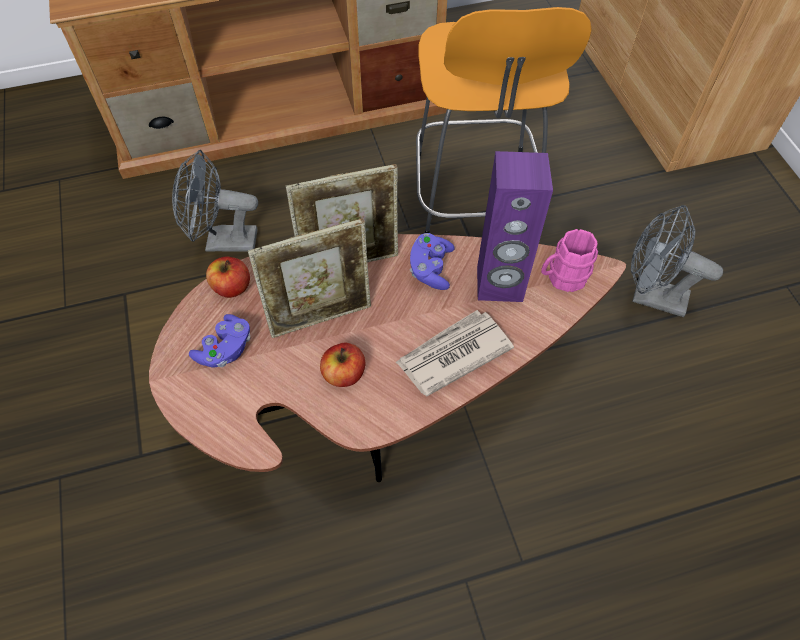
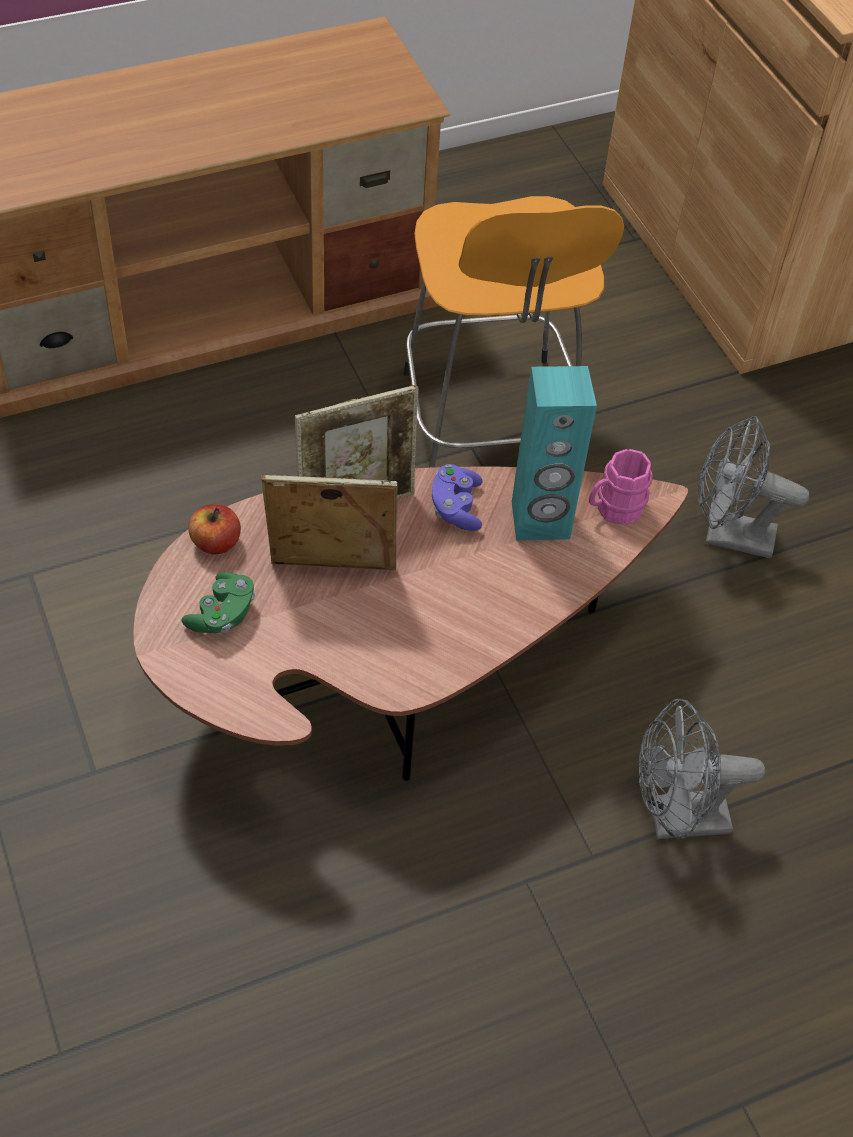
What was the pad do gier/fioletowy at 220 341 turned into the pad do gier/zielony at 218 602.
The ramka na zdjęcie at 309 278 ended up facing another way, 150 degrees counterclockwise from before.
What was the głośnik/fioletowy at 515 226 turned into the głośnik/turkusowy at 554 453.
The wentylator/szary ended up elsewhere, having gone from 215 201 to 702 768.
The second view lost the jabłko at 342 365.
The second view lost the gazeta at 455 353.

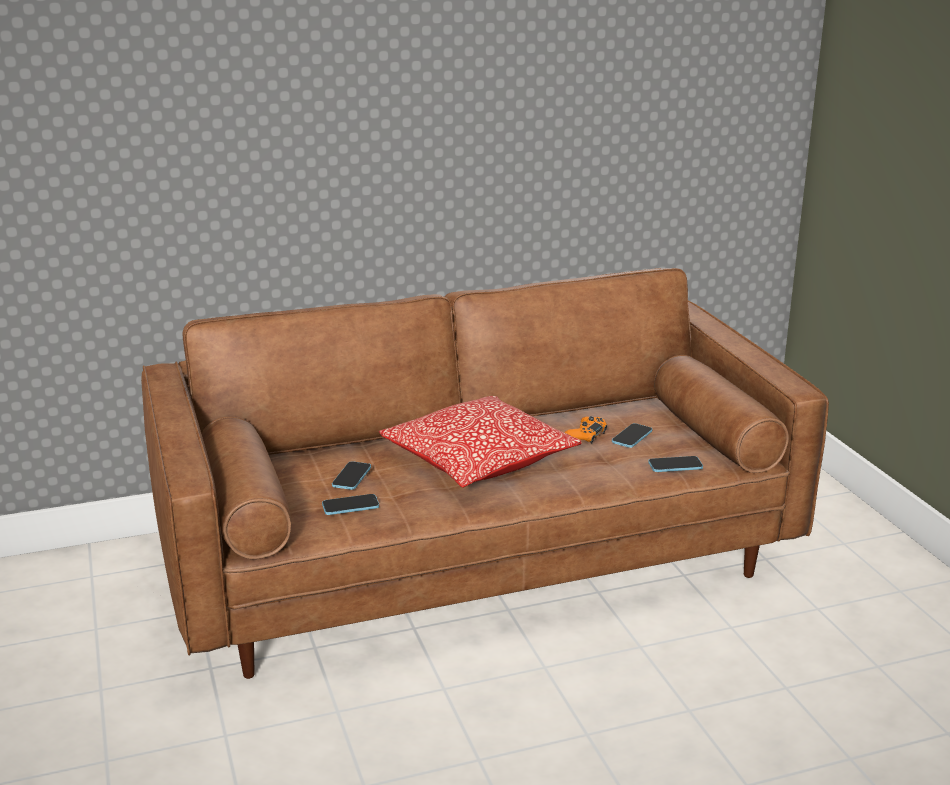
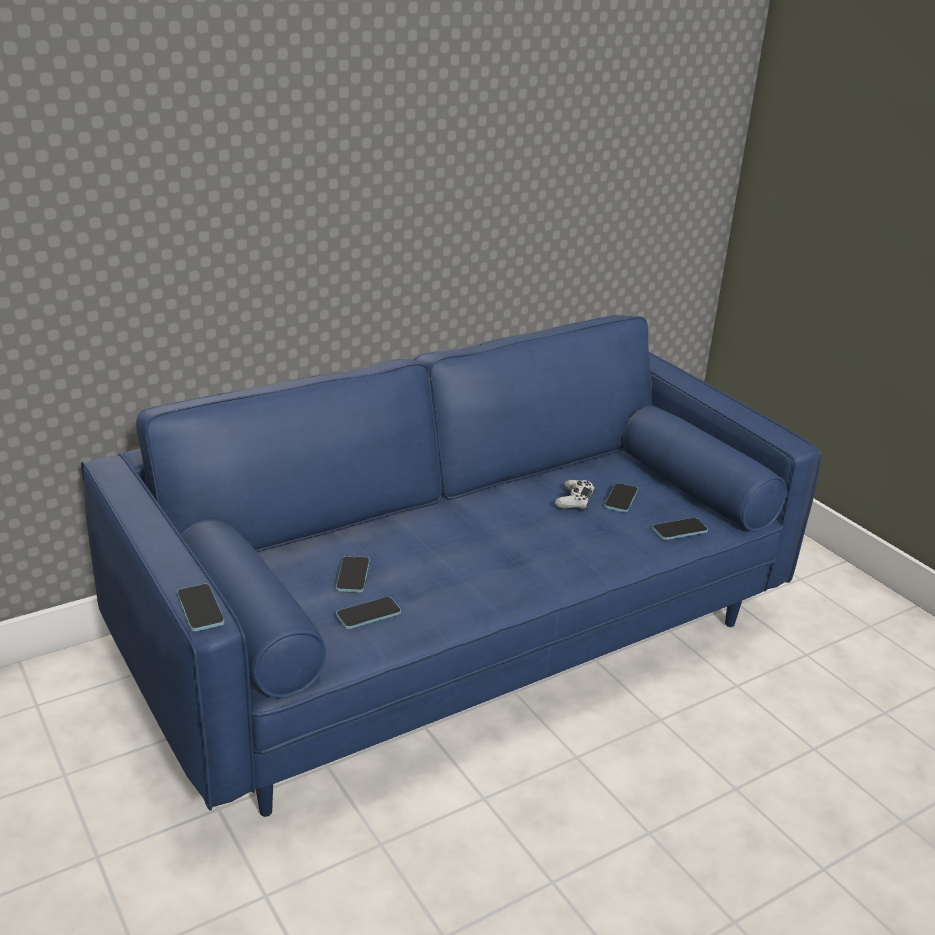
What was the kanapa/brązowy at 485 473 turned into the kanapa/niebieski at 451 566.
The second view gained the telefon at 200 607.
What was the pad do gier/pomarańczowy at 585 430 turned into the pad do gier/biały at 575 495.
The second view lost the poduszka at 480 442.

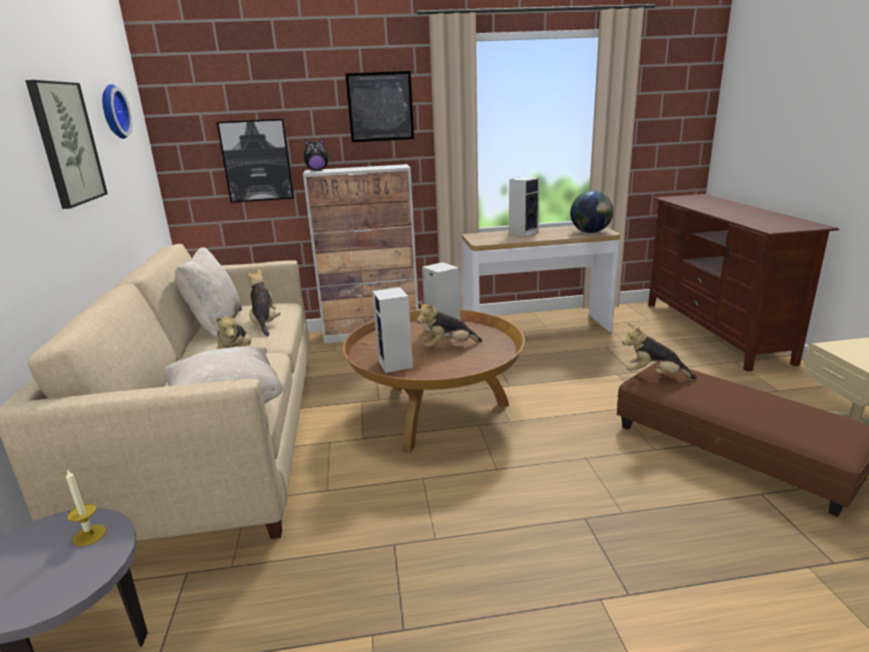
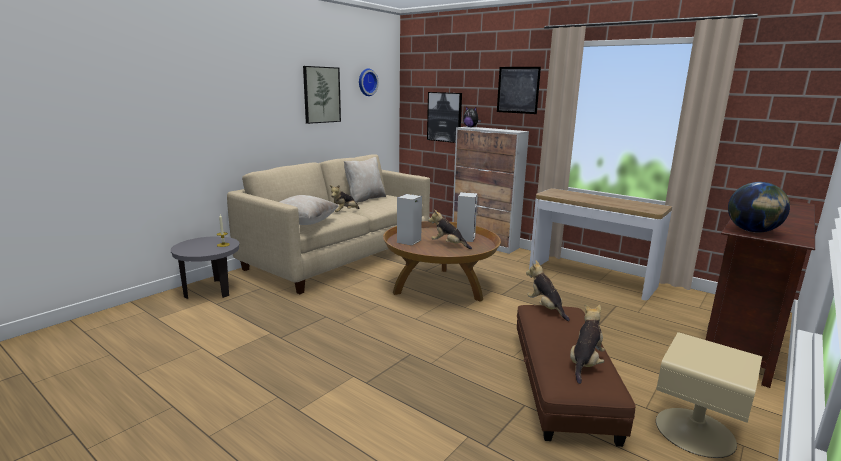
The pluszak ended up elsewhere, having gone from 264 302 to 587 344.
The globus ended up elsewhere, having gone from 591 212 to 759 207.
The second view lost the głośnik at 524 207.

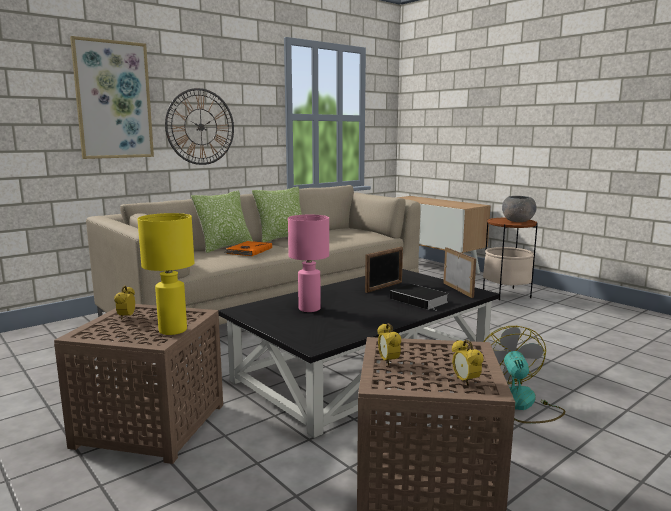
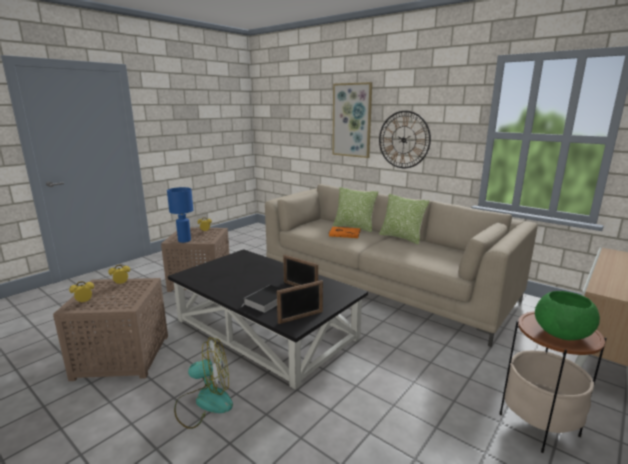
What was the lampa stołowa/żółty at 165 274 turned into the lampa stołowa/niebieski at 180 215.
What was the miska/szary at 519 209 turned into the miska/zielony at 567 315.
The second view lost the lampa stołowa/różowy at 308 263.

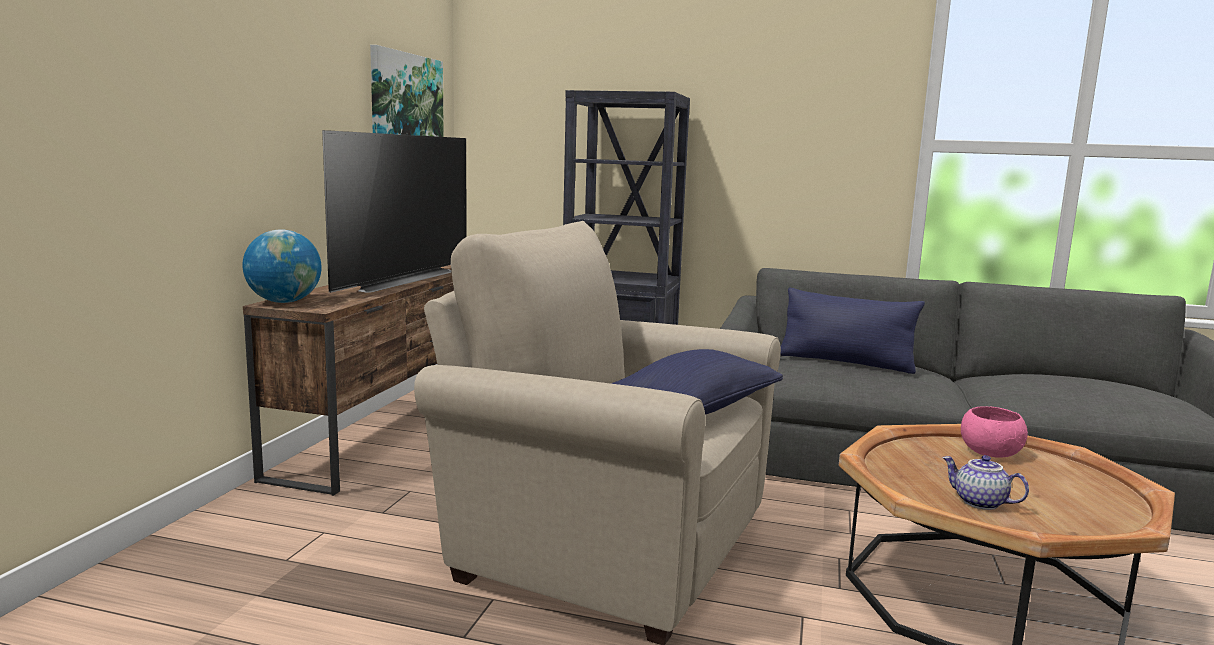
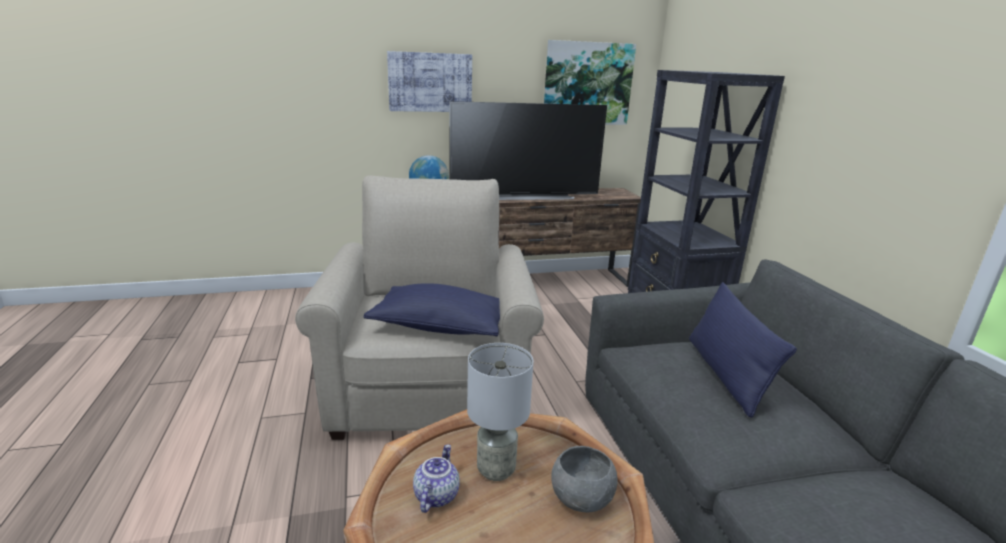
The second view gained the obraz at 429 81.
The second view gained the lampa stołowa/szary at 500 412.
What was the miska/różowy at 994 432 turned into the miska/szary at 584 479.

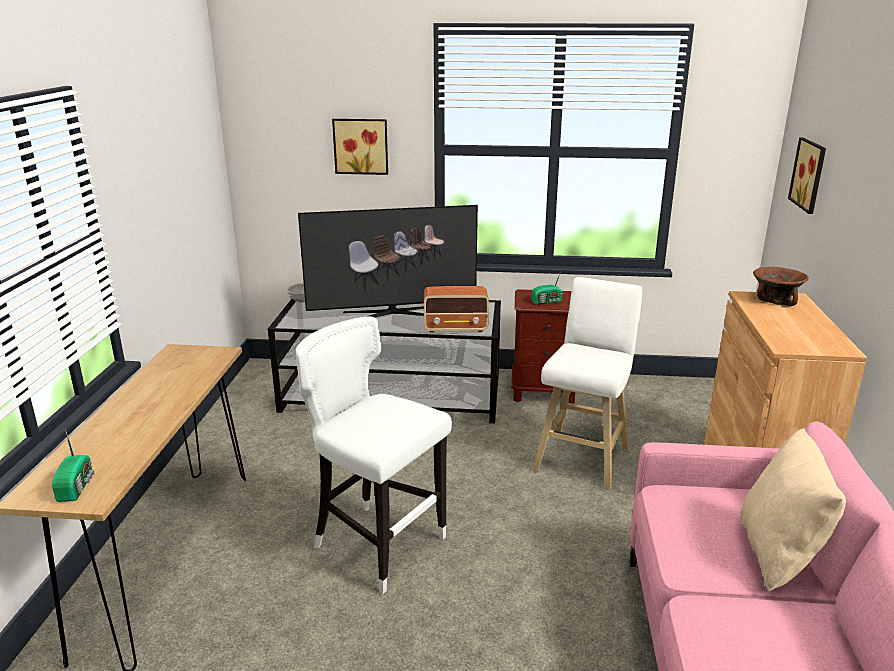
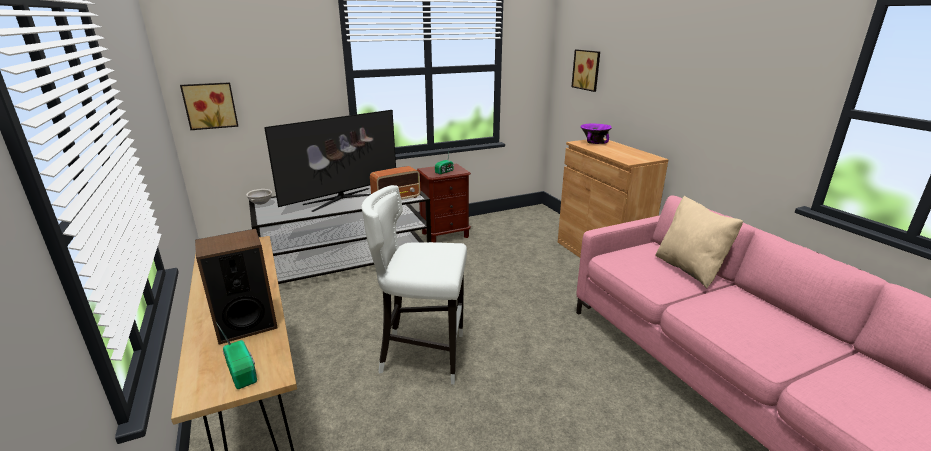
The obraz ended up elsewhere, having gone from 360 147 to 209 106.
The second view gained the głośnik at 236 286.
What was the miska/brązowy at 781 286 turned into the miska/fioletowy at 596 134.
The second view lost the stołek/biały at 587 383.

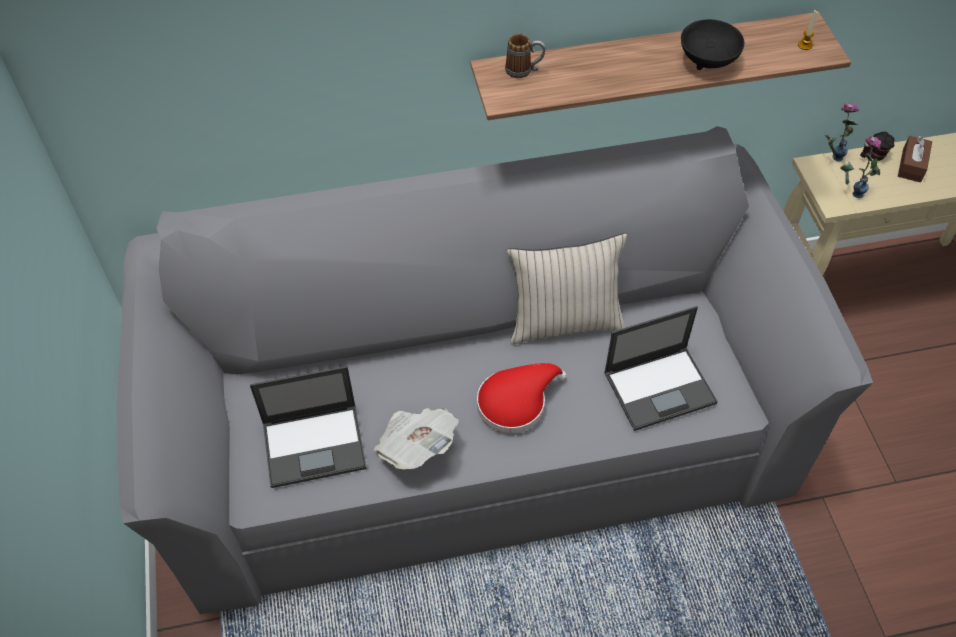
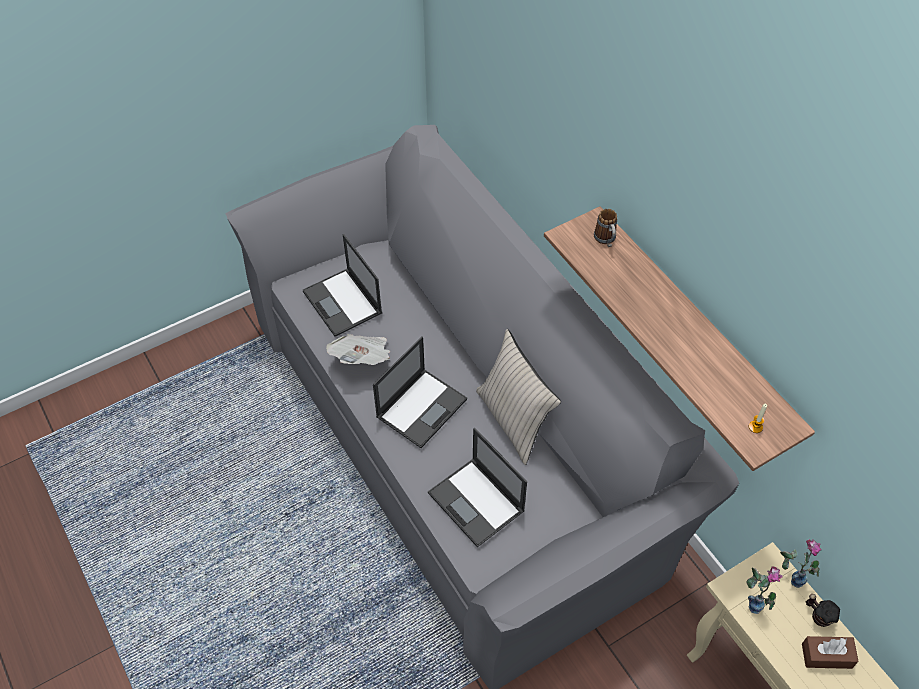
Where the kapelusz/czerwony stood at 522 398, the laptop came to stand at 420 392.
The second view lost the miska/czarny at 712 44.

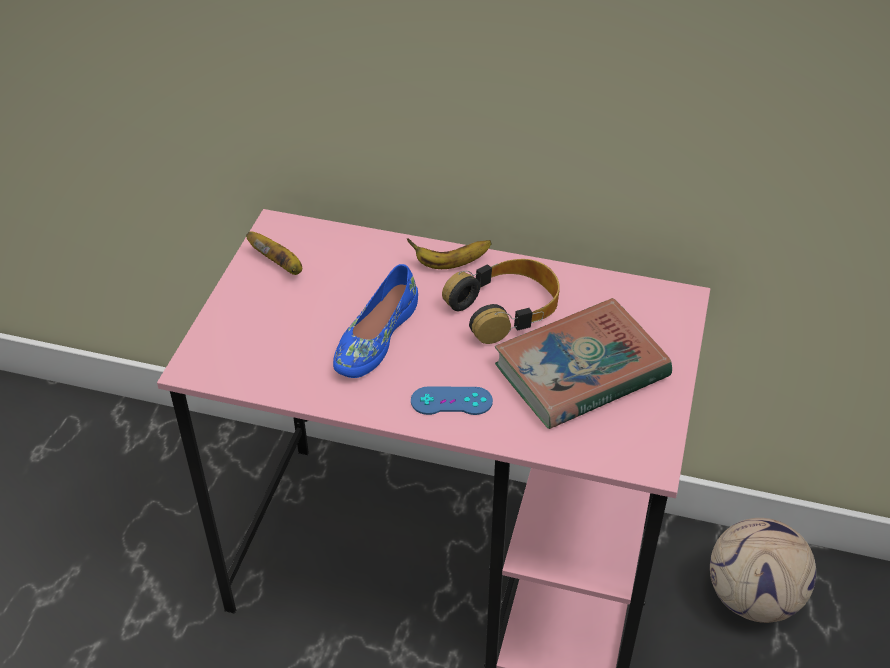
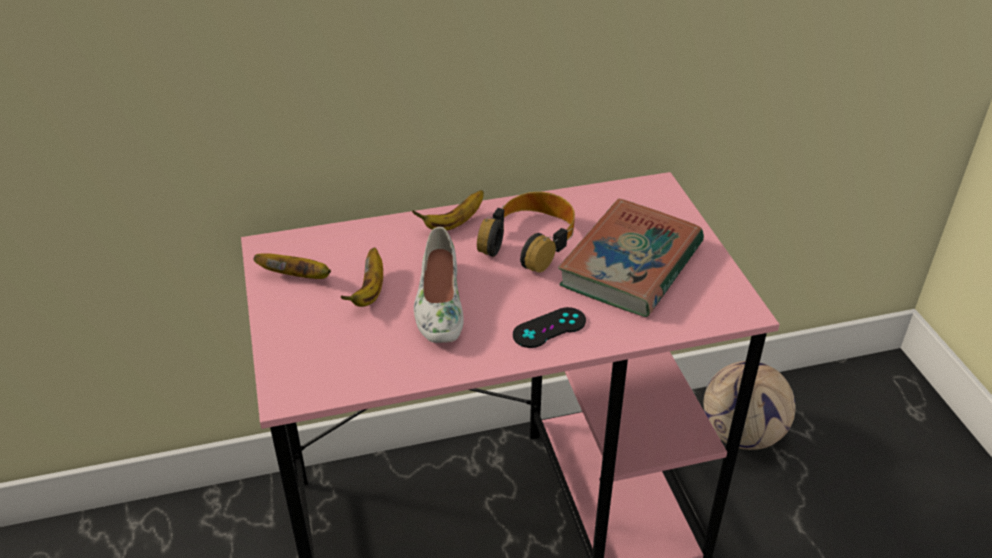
The second view gained the banan at 362 277.
What was the but/niebieski at 375 321 turned into the but/biały at 439 285.
What was the pad do gier/niebieski at 452 401 turned into the pad do gier/czarny at 549 327.

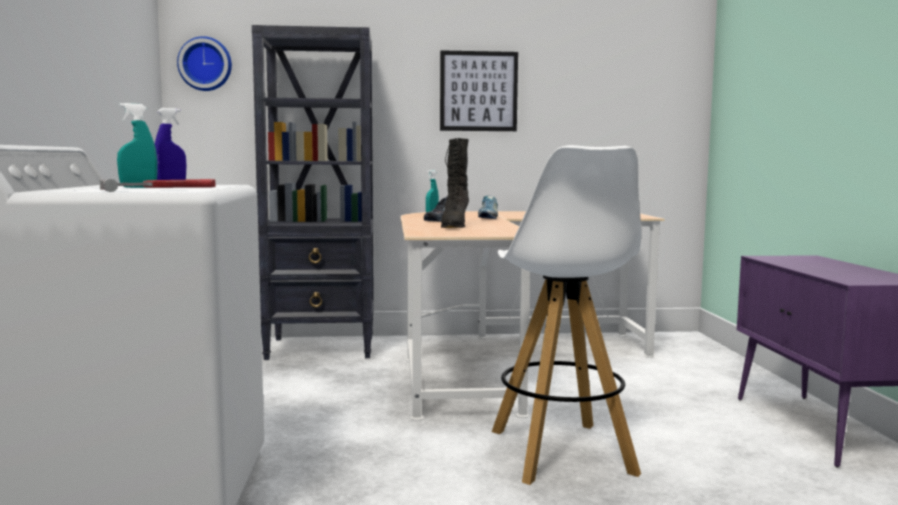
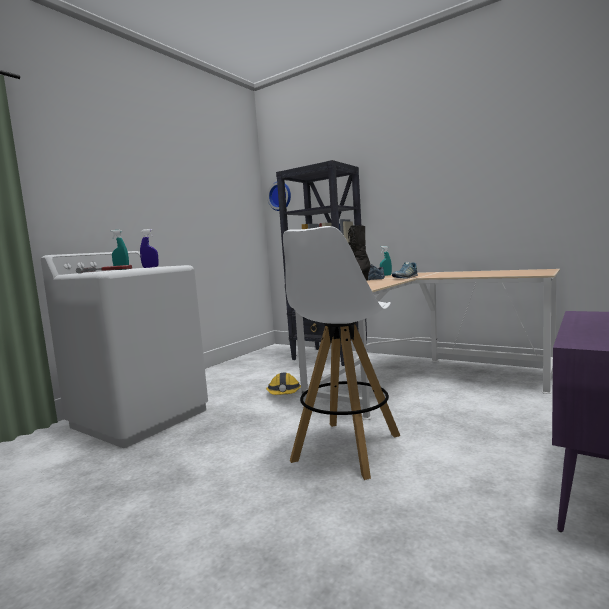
The second view gained the kask at 283 384.
The second view lost the obraz at 479 90.

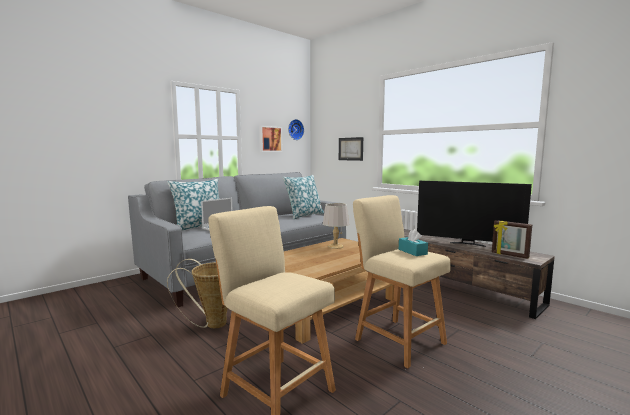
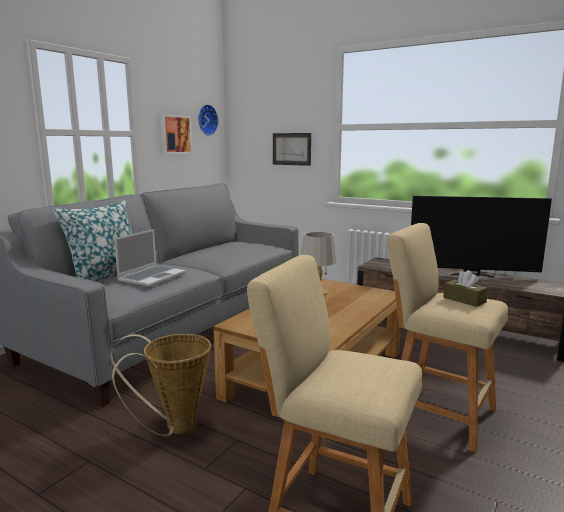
What was the pudełko chusteczek/turkusowy at 413 242 turned into the pudełko chusteczek/brązowy at 466 288.
The second view lost the poduszka at 303 197.
The second view lost the ramka na zdjęcie at 512 239.

